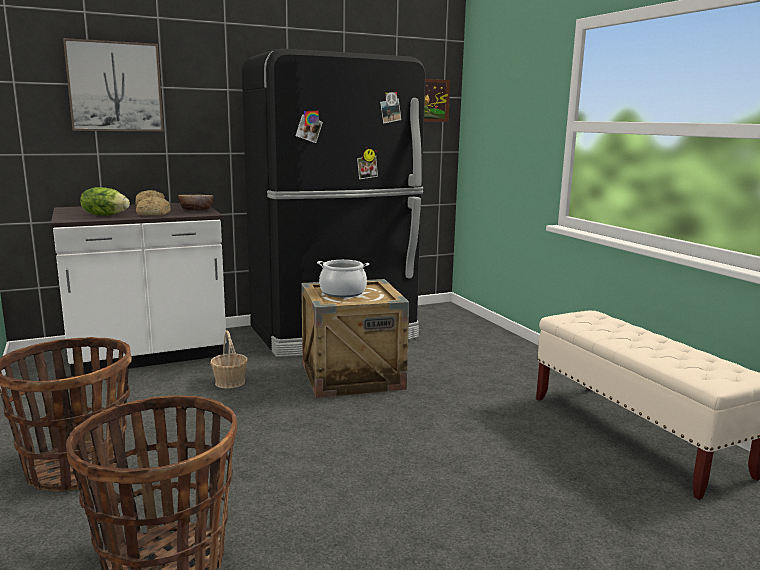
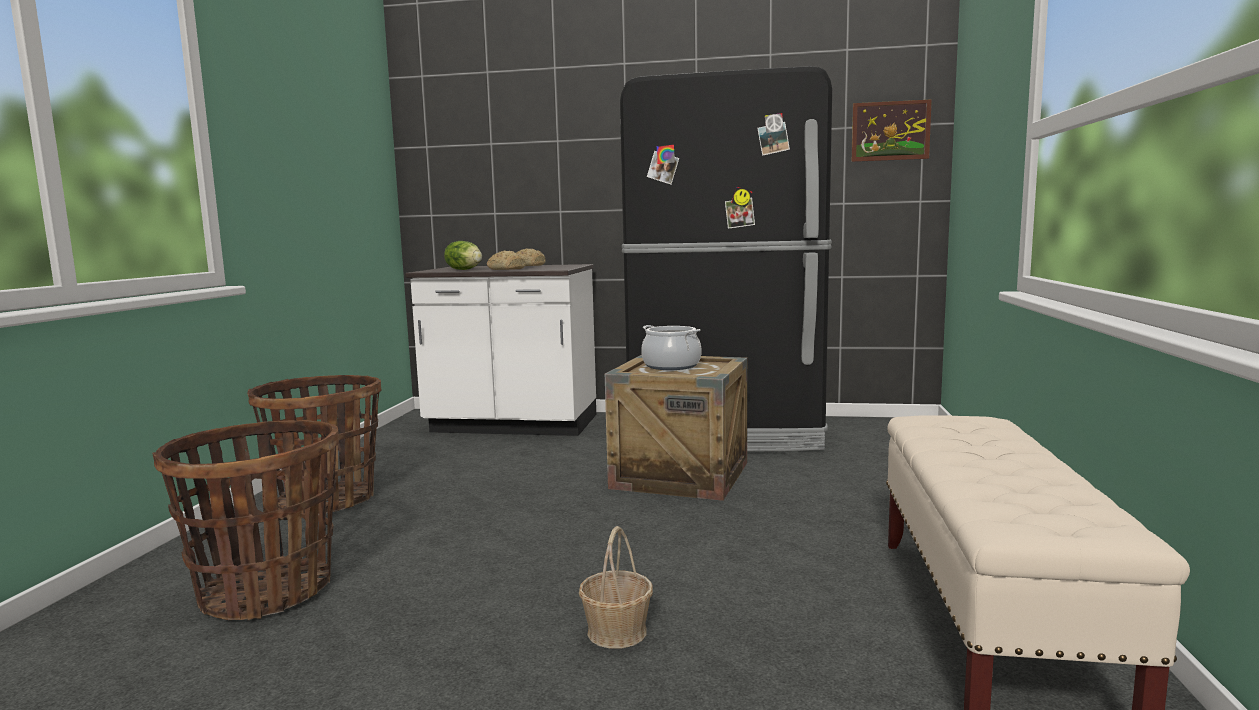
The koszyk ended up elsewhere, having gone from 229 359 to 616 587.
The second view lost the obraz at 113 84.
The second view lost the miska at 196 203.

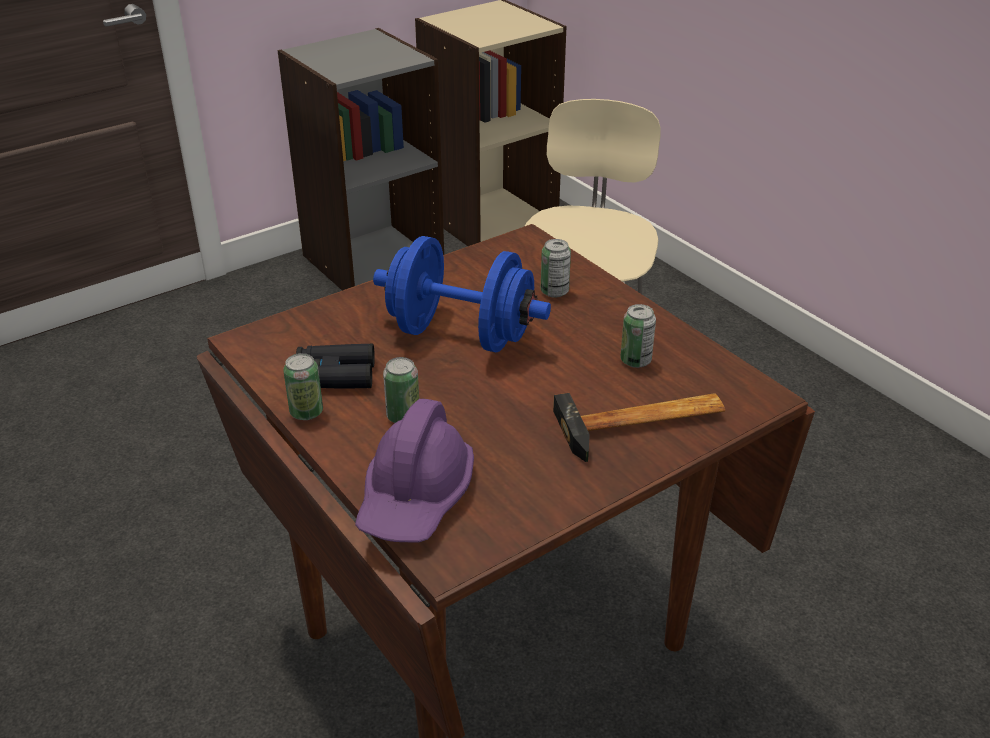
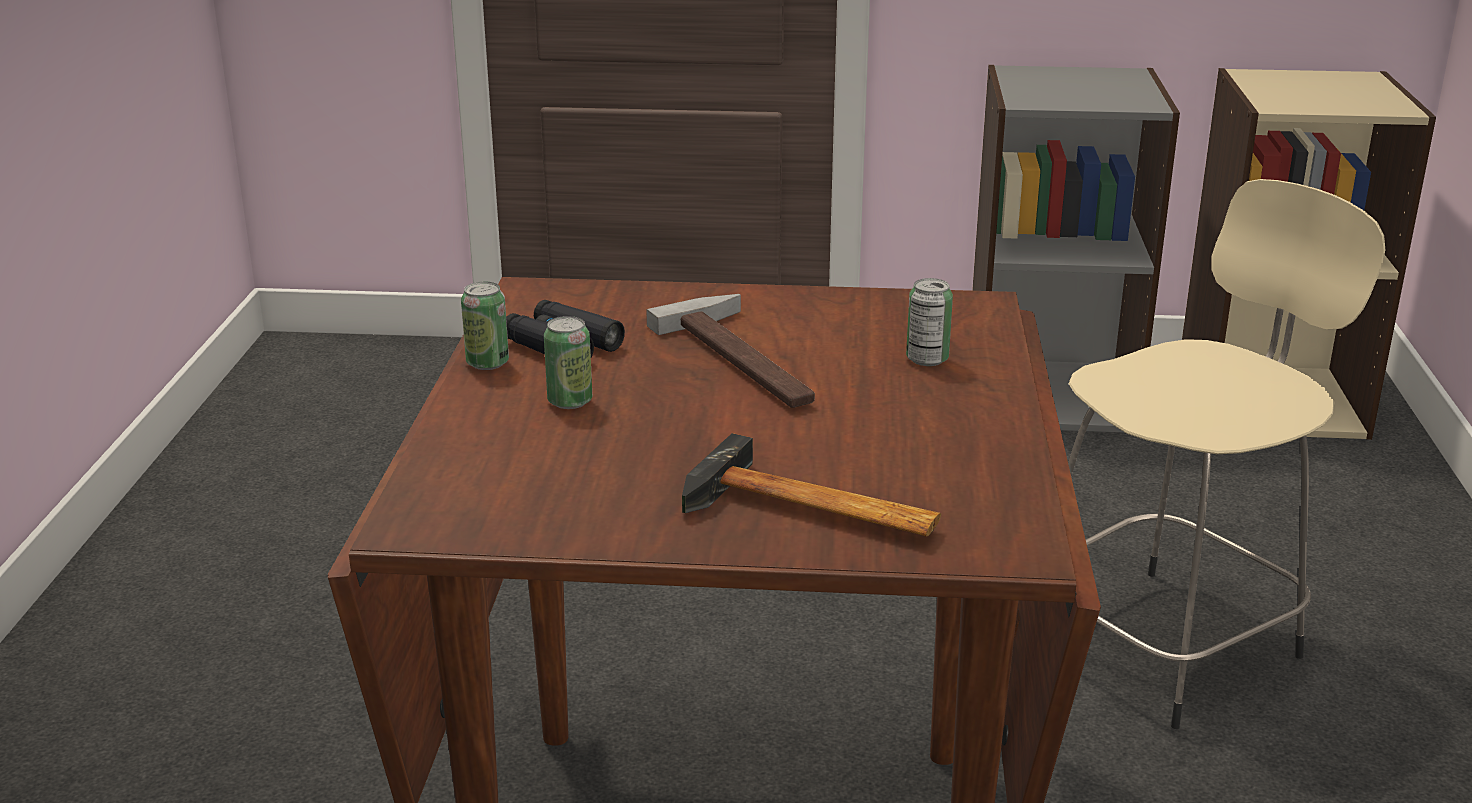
Where the hantel/niebieski stood at 462 294, the młotek came to stand at 730 351.
The second view lost the kask/fioletowy at 414 471.
The second view lost the puszka at 638 336.

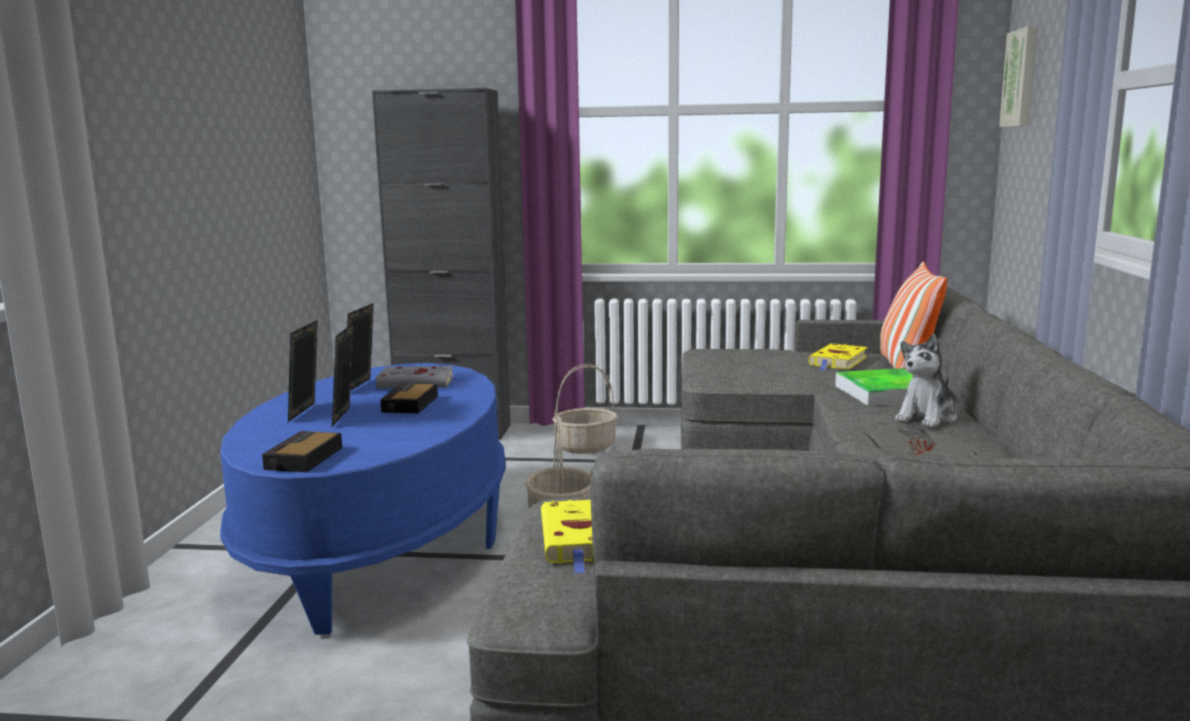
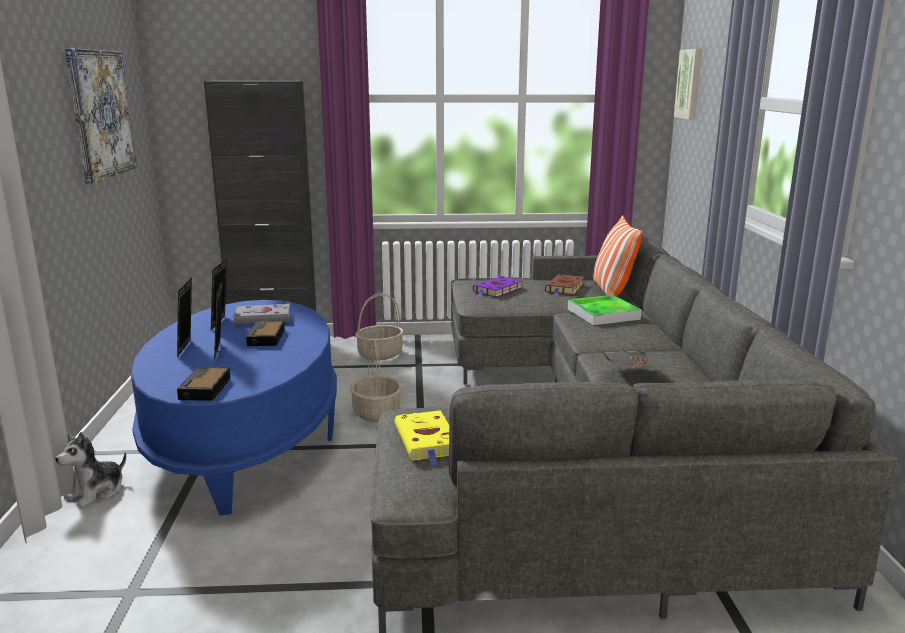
The pluszak ended up elsewhere, having gone from 926 380 to 90 470.
The second view gained the obraz at 101 116.
The second view gained the książka/fioletowy at 498 286.
What was the książka/żółty at 838 357 turned into the książka/brązowy at 564 285.

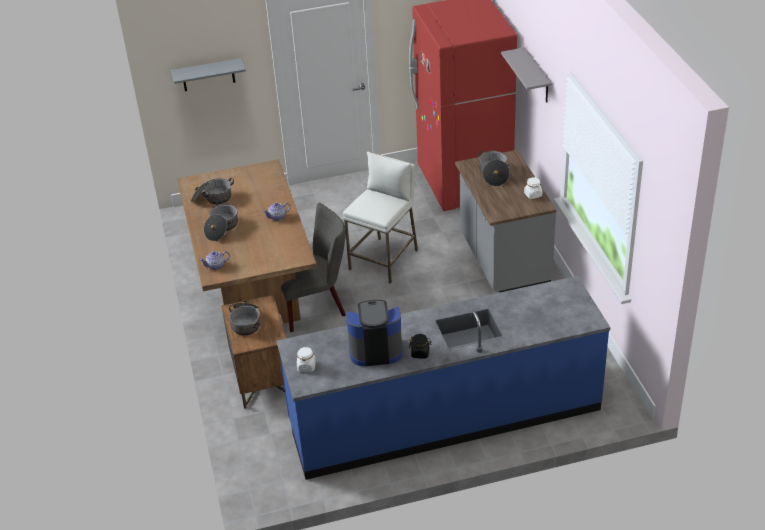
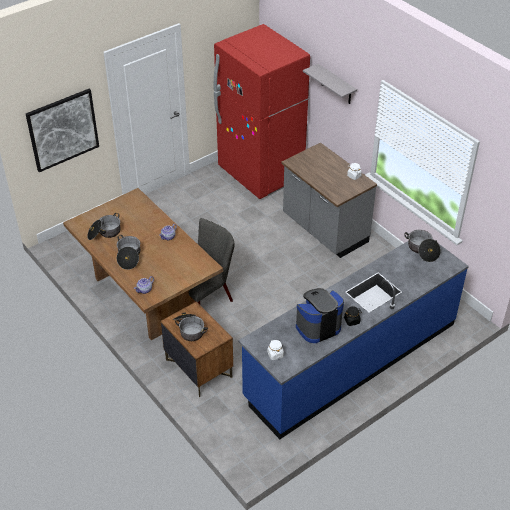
Where the półka/szary hung at 208 74, the obraz came to hang at 62 130.
The garnek ended up elsewhere, having gone from 493 168 to 422 246.
The second view lost the stołek/biały at 380 217.

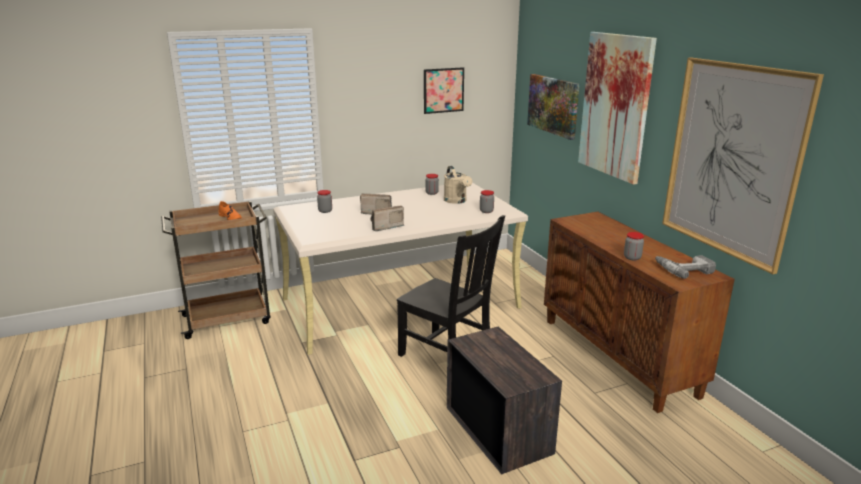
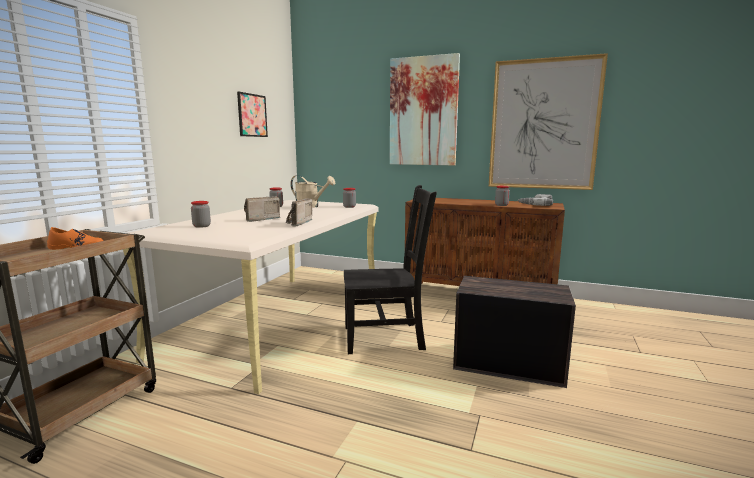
The second view lost the obraz at 553 107.

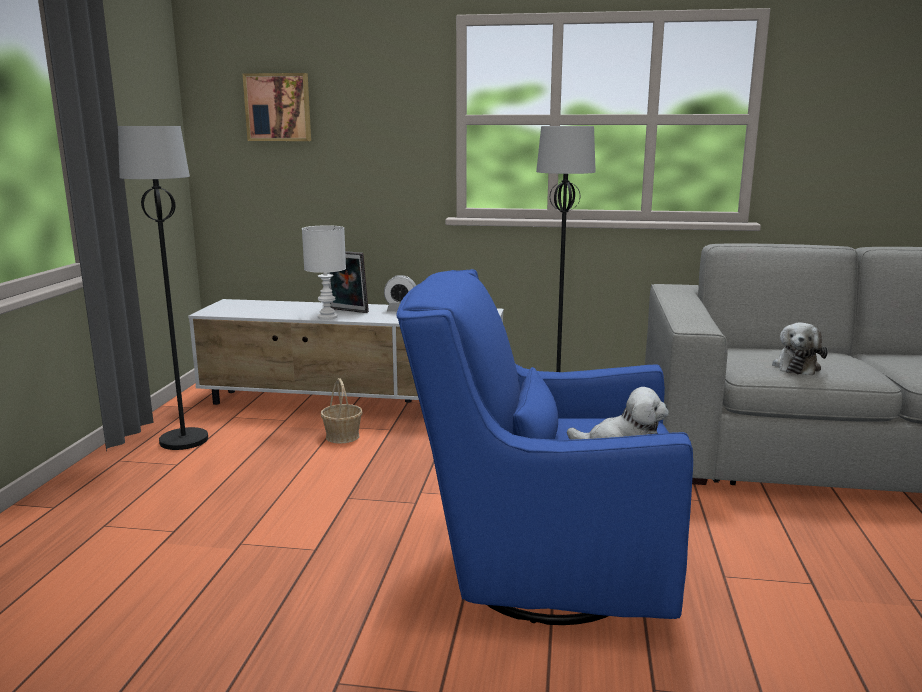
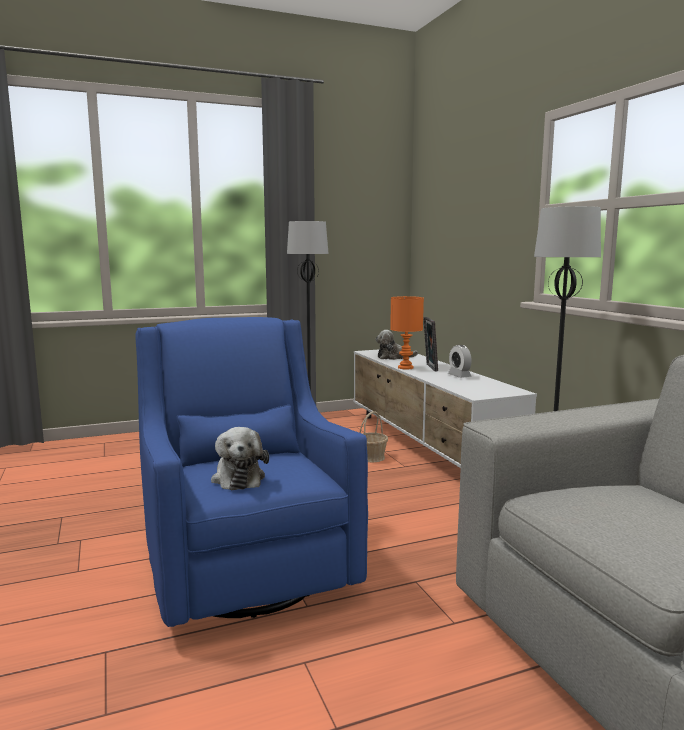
The pluszak ended up elsewhere, having gone from 800 349 to 396 345.
What was the lampa stołowa/biały at 324 272 turned into the lampa stołowa/pomarańczowy at 407 333.
The second view lost the obraz at 277 107.

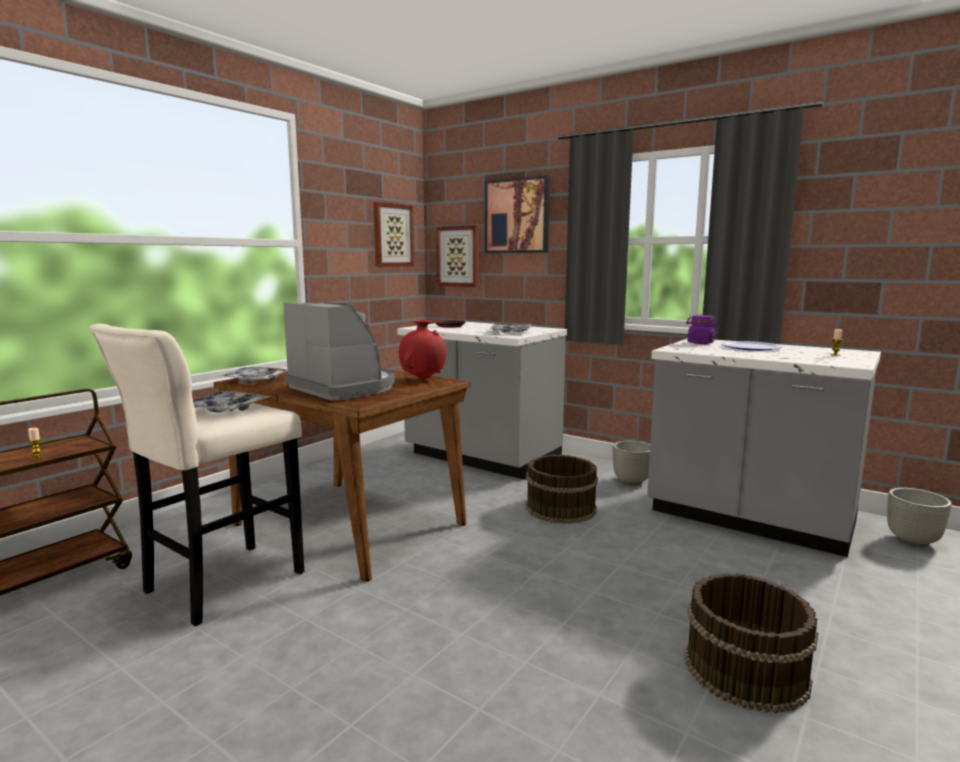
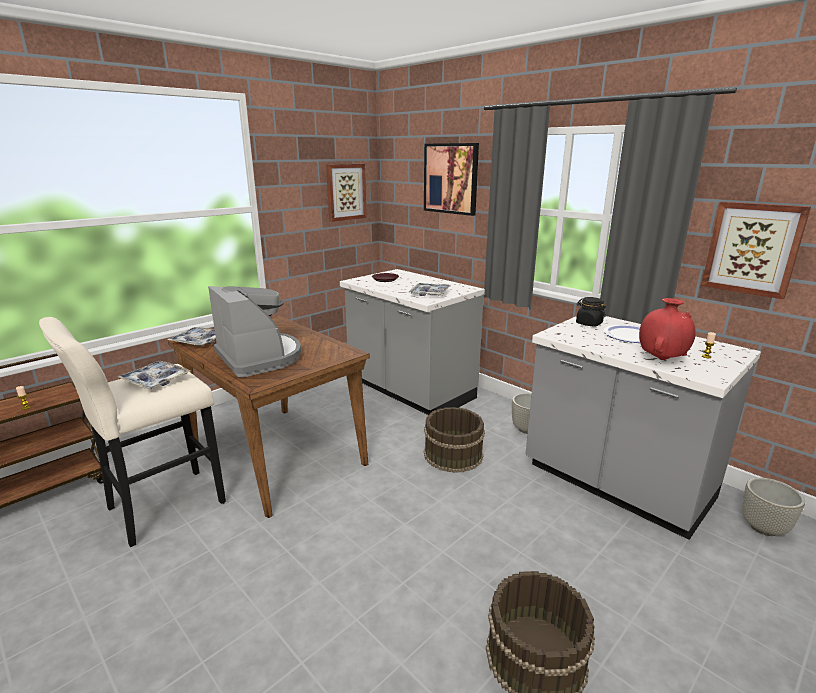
What was the słoik/fioletowy at 702 329 turned into the słoik/czarny at 591 312.
The wazon/czerwony ended up elsewhere, having gone from 423 350 to 667 329.
The obraz ended up elsewhere, having gone from 457 256 to 756 250.

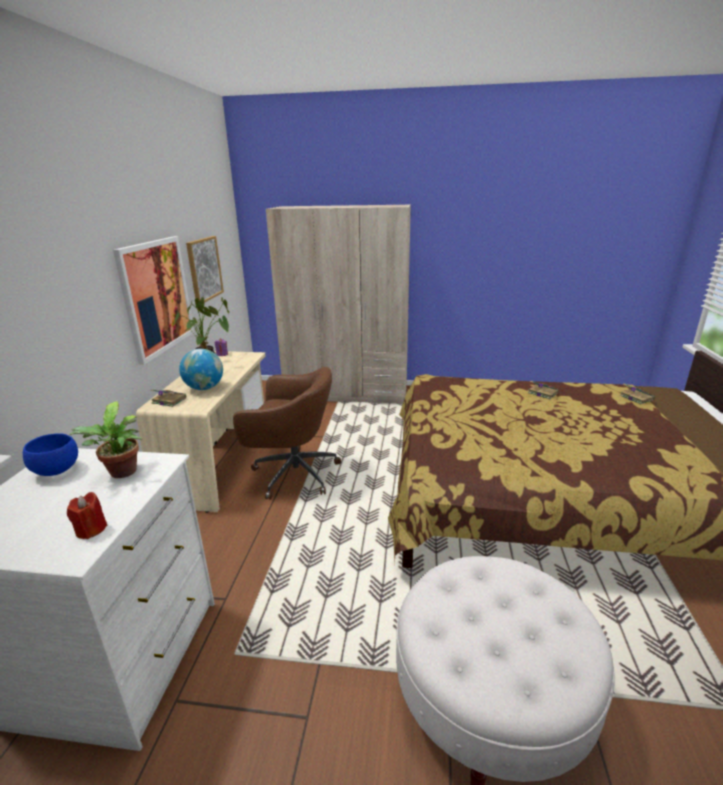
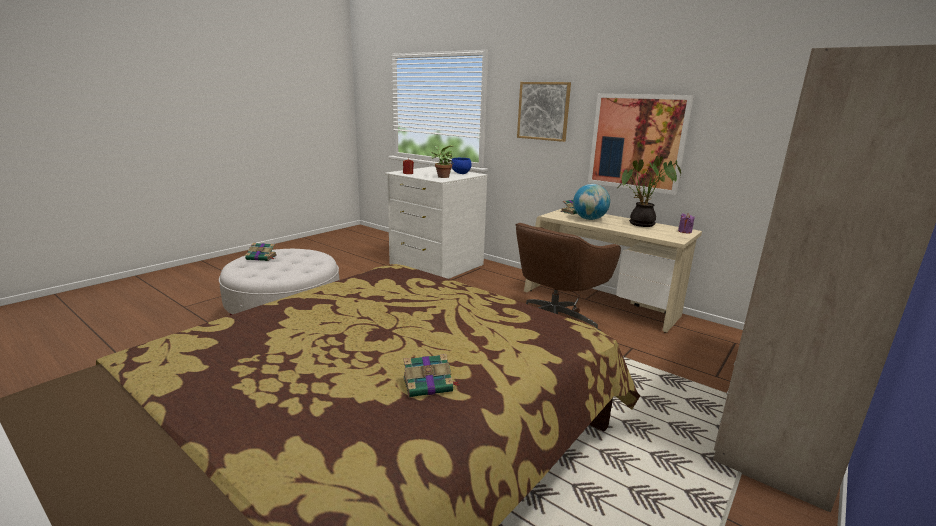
The książka ended up elsewhere, having gone from 637 393 to 261 252.
The obraz ended up elsewhere, having gone from 205 269 to 544 112.

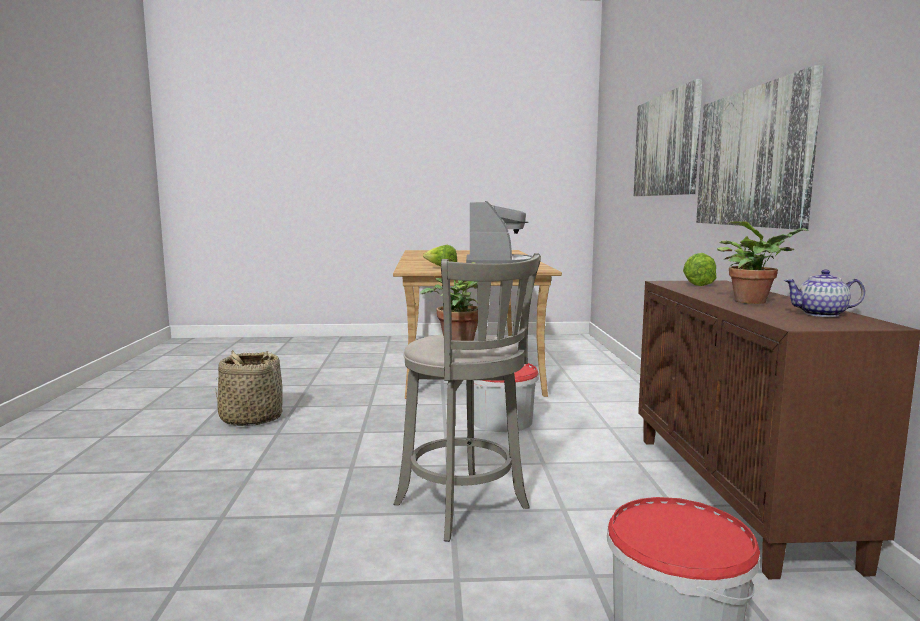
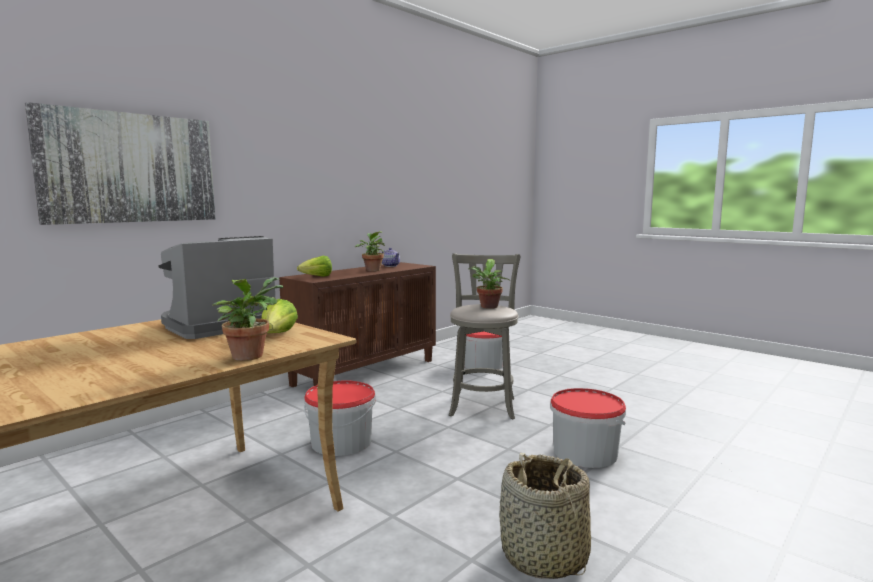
The second view gained the roślina doniczkowa at 247 319.
The second view gained the wiadro at 588 428.
The second view lost the obraz at 760 147.

